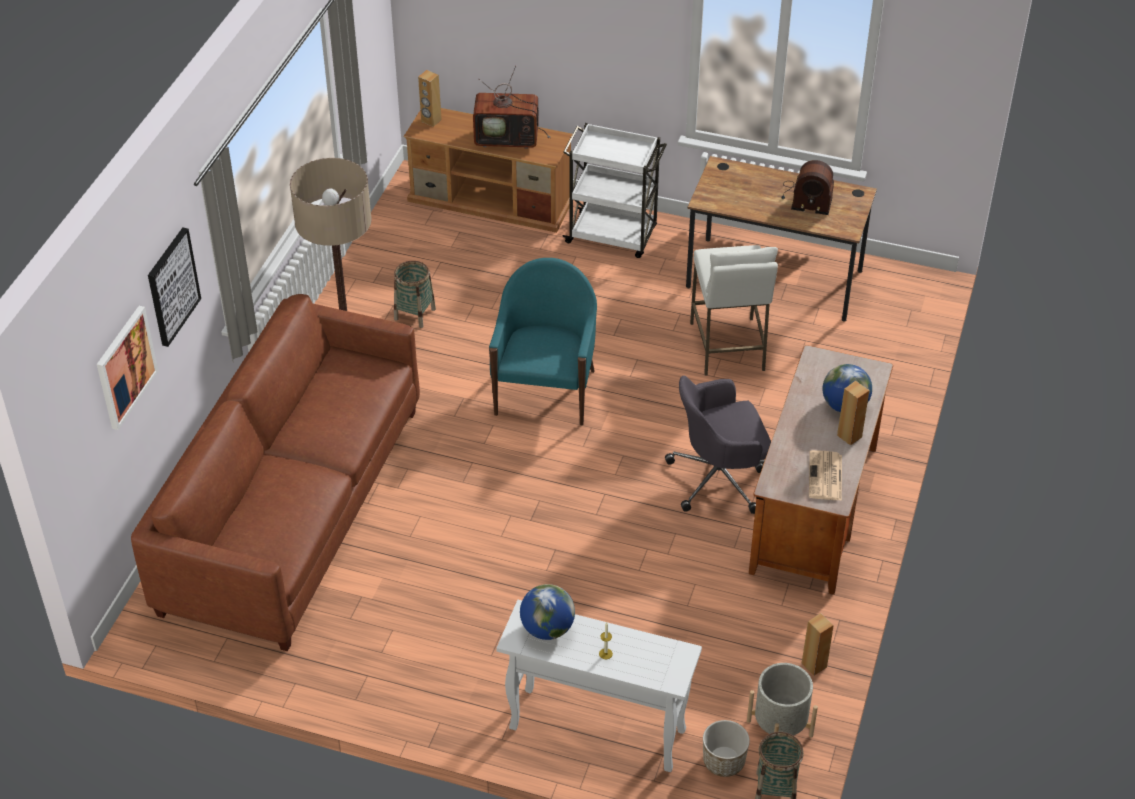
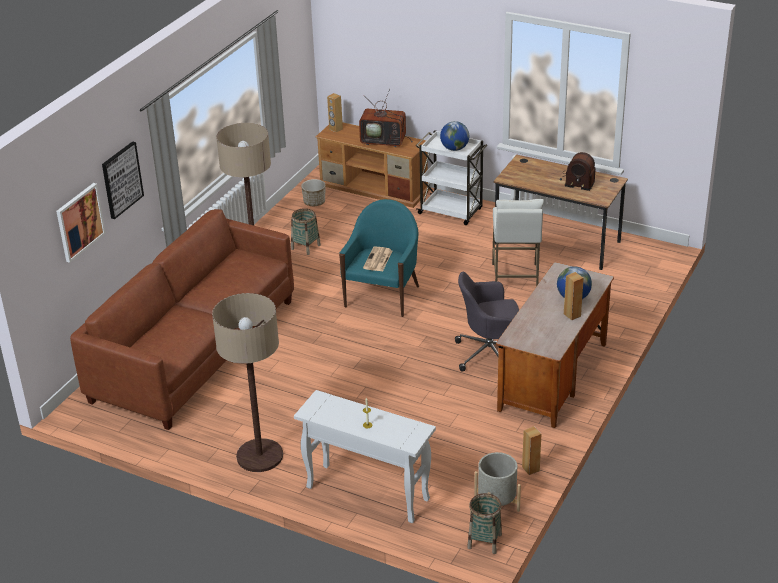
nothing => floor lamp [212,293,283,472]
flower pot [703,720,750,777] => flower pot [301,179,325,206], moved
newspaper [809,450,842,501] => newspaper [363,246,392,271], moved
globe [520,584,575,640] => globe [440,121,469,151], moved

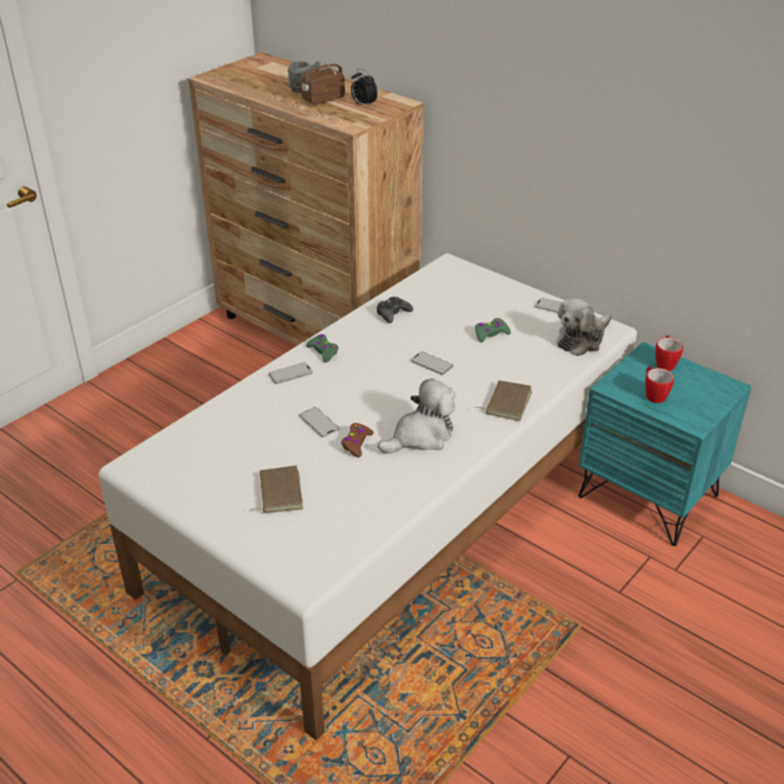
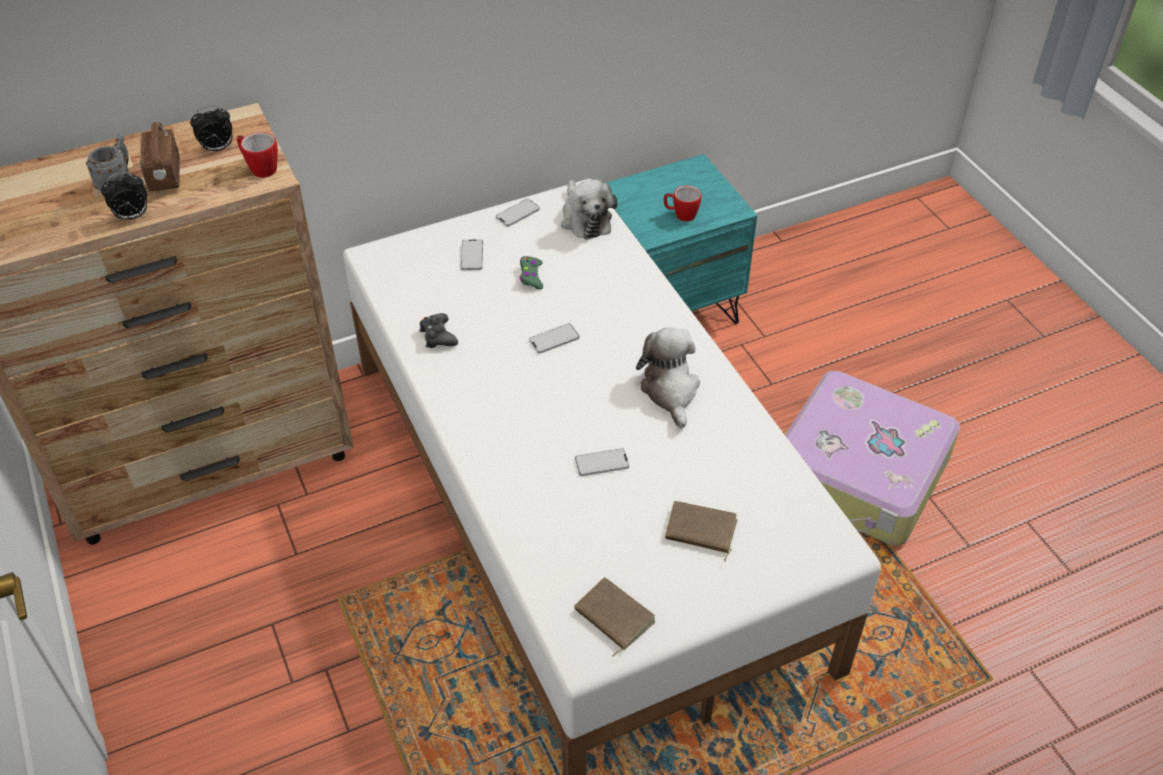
nothing => table clock [101,172,147,222]
coffee mug [655,335,683,371] => coffee mug [237,132,278,178], moved
telephone [269,362,313,384] => telephone [461,239,483,270], moved
volume in brown-coloured [475,380,532,421] => volume in brown-coloured [574,577,656,657], moved
nothing => piece of luggage [785,371,960,546]
game controller in green [306,334,338,363] => nothing
game controller in brown-coloured [341,423,374,457] => nothing

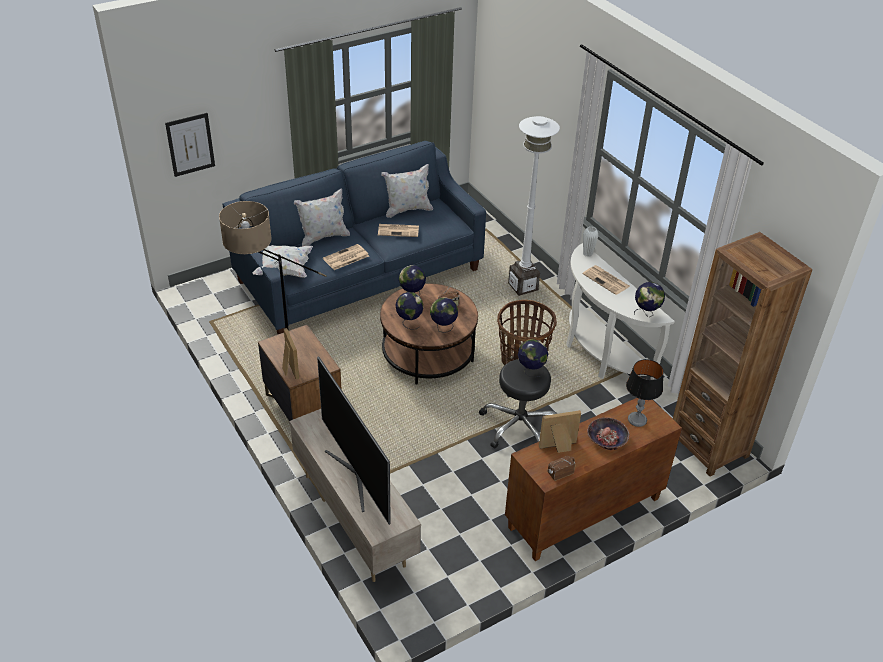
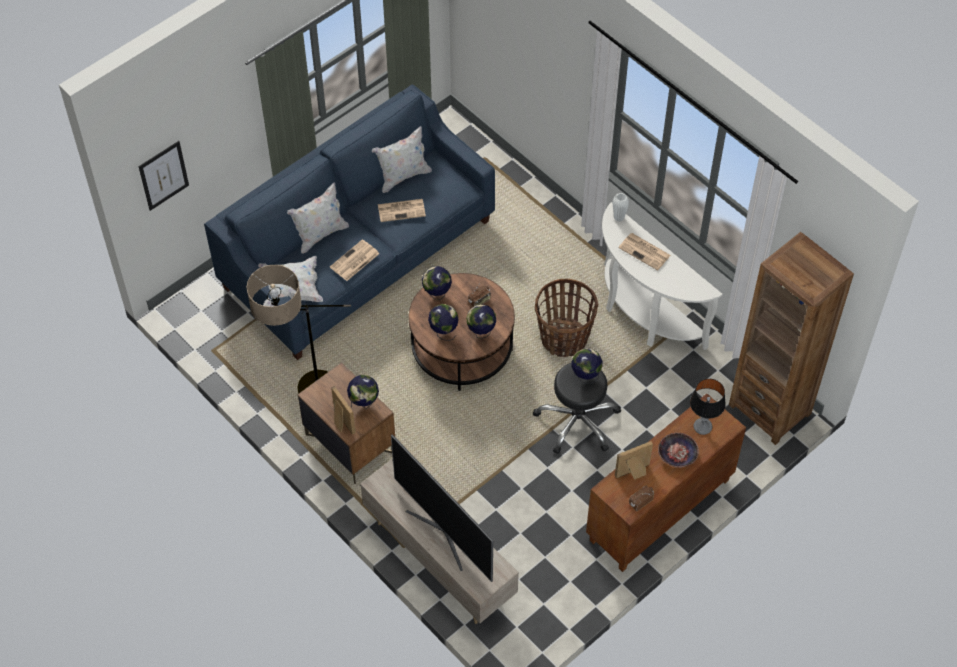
globe [634,282,665,318] => globe [347,375,379,409], moved
floor lamp in whitish [508,116,560,296] => nothing

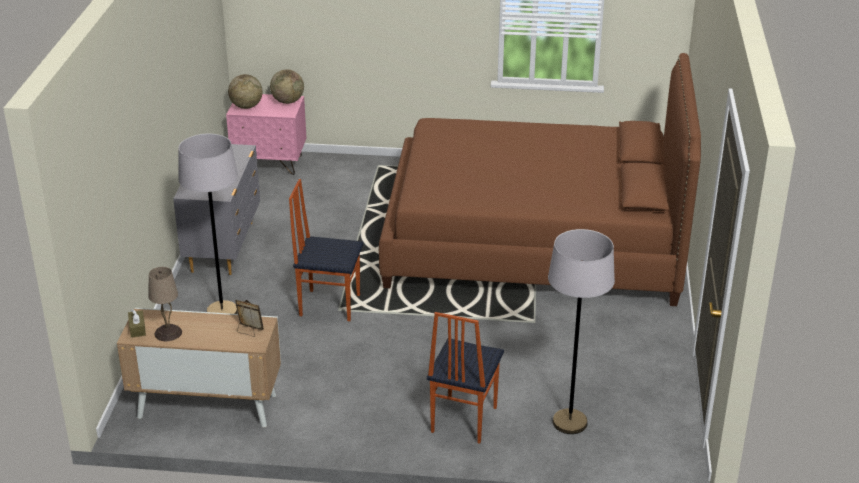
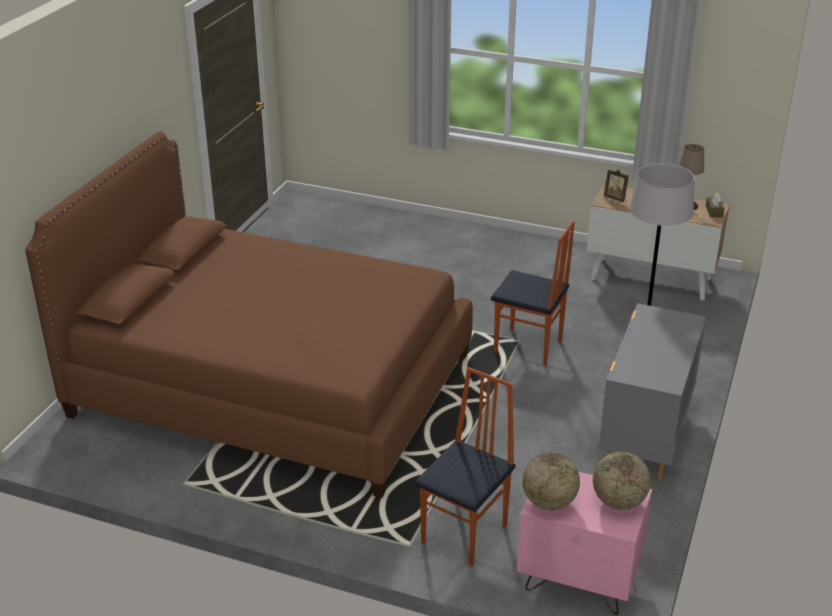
chair [427,312,504,444] => chair [414,367,515,567], moved
floor lamp in grey [548,229,615,434] => nothing

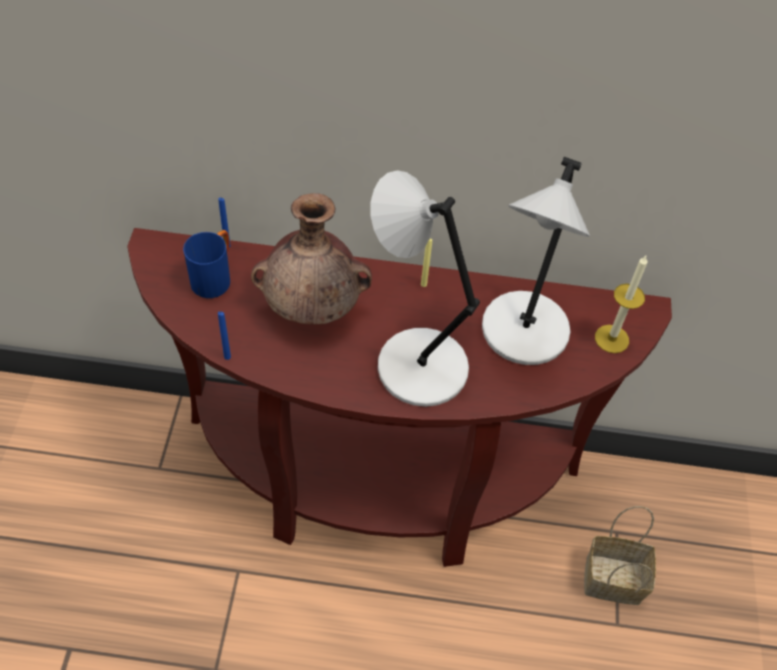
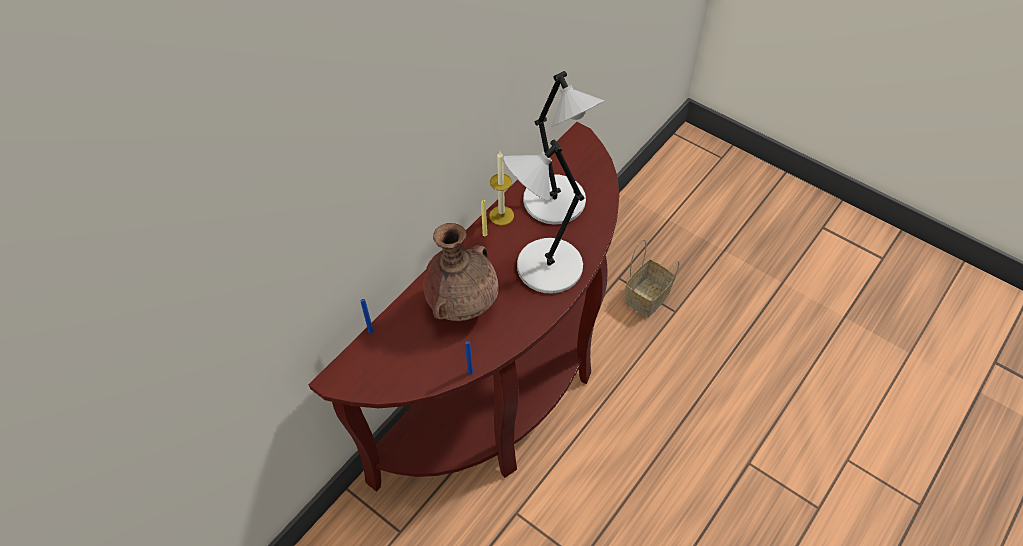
wax candle [595,256,648,353] => wax candle [489,152,514,225], moved
coffee mug in blue [183,230,230,298] => nothing

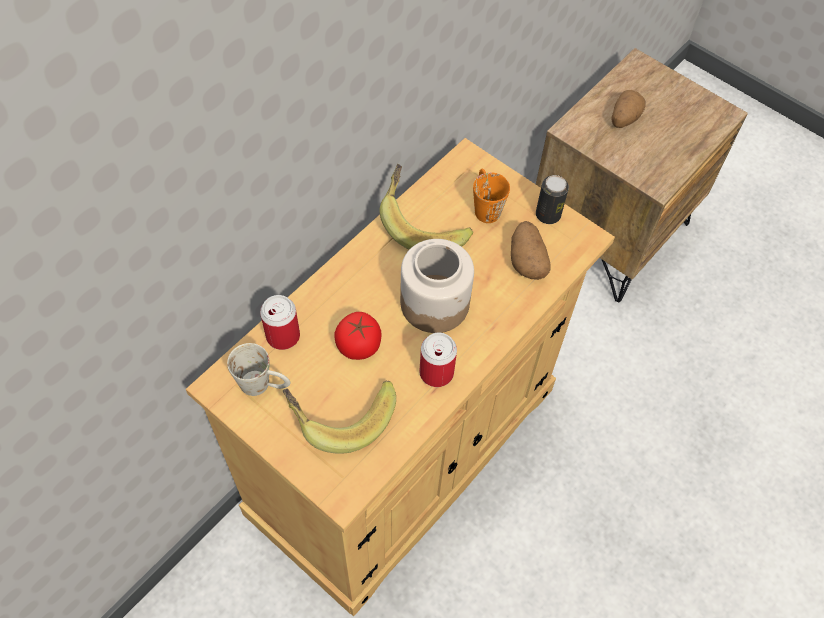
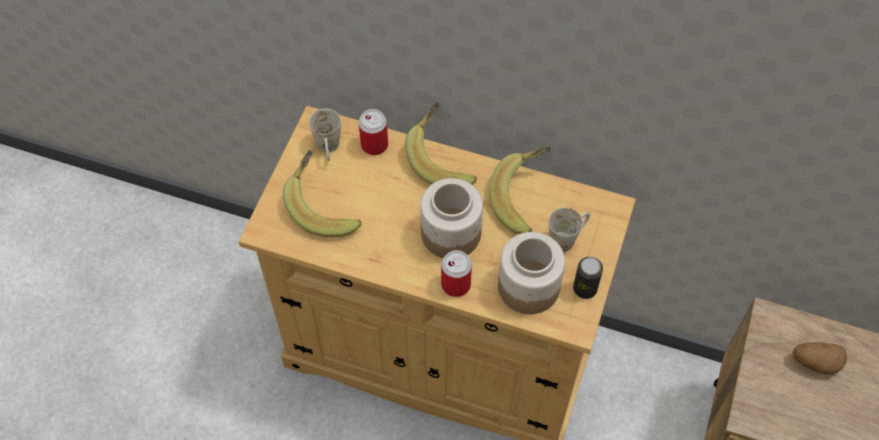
nothing => banana [405,102,477,185]
sealed can [419,333,457,387] => sealed can [441,250,472,297], moved
potato [511,221,551,280] => jar [498,232,565,314]
coffee mug in orangey [473,169,510,223] => coffee mug in whitish [549,207,590,252]
tomato [334,312,382,360] => nothing

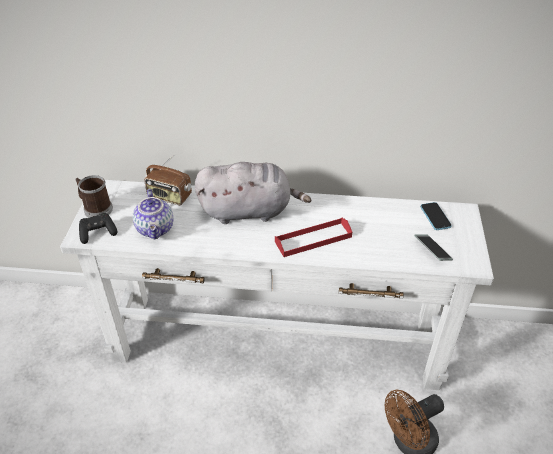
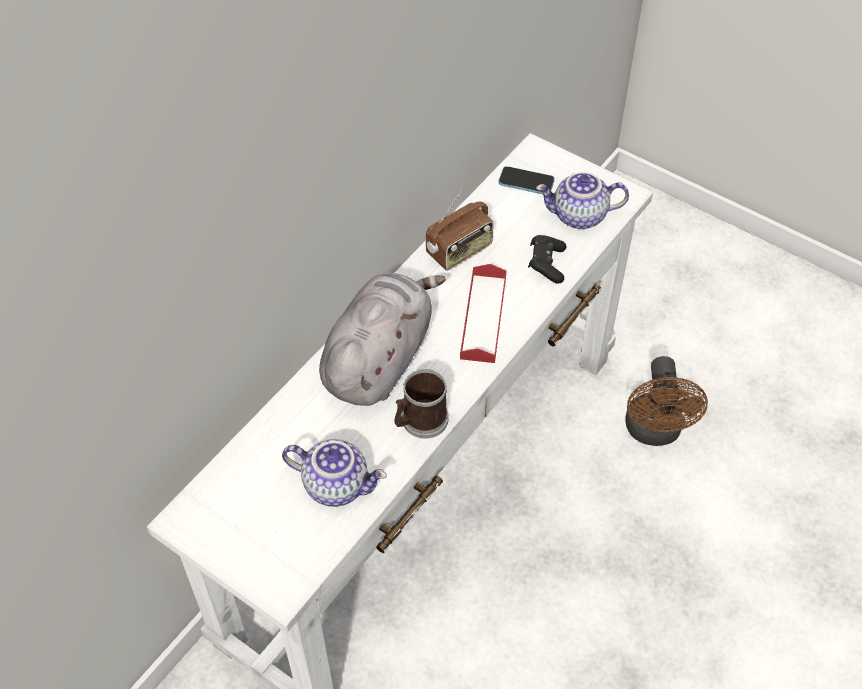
coffee mug [75,175,113,218] => coffee mug [394,369,449,439], moved
radio receiver [144,155,192,205] => radio receiver [426,188,494,271], moved
game controller in blackish [79,213,118,244] => game controller in blackish [528,235,566,284], moved
telephone [414,234,453,261] => pot for tea [536,172,629,229]

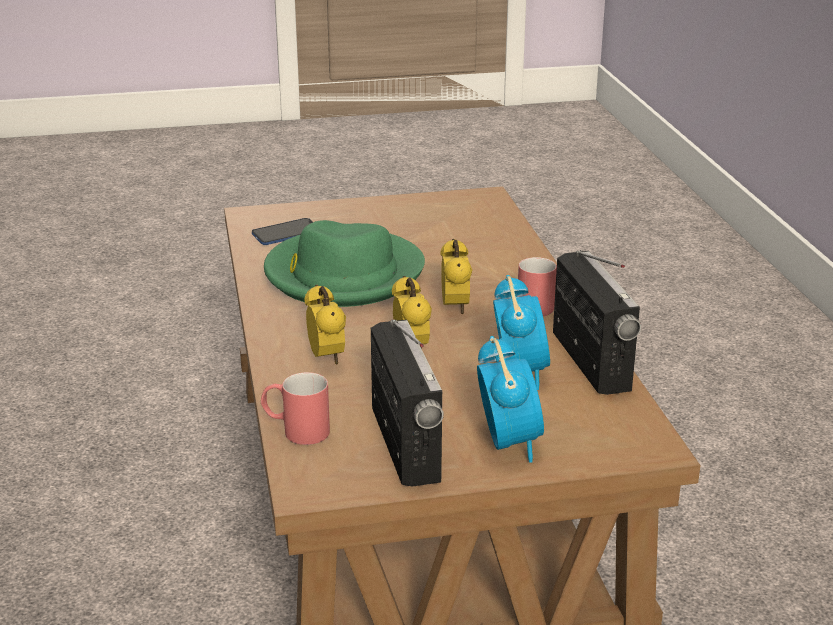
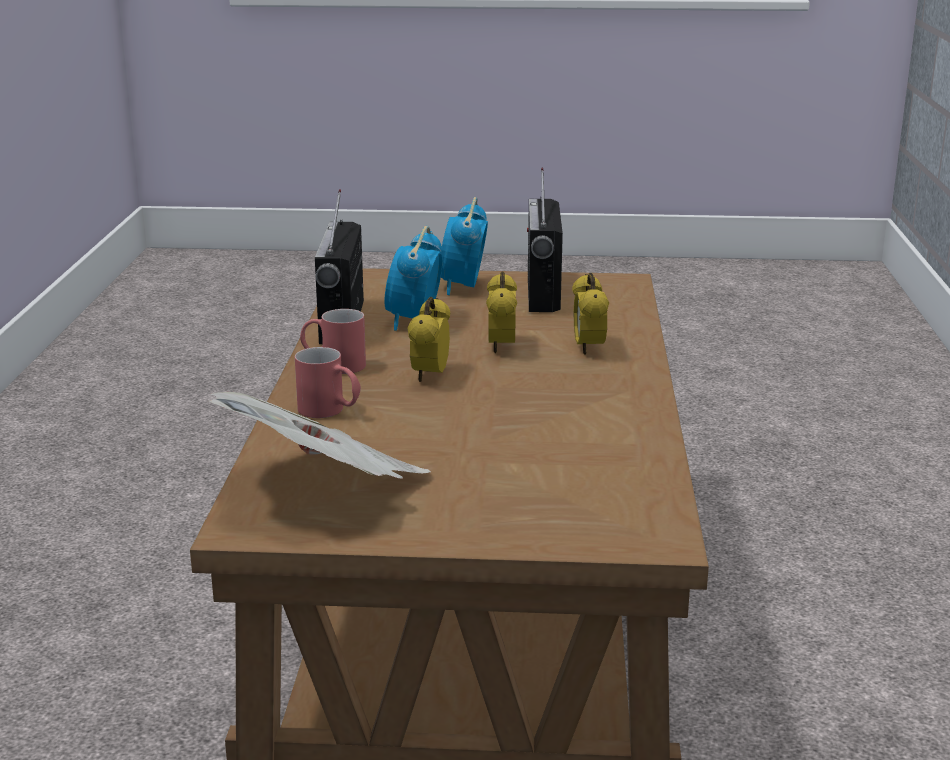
nothing => newspaper [208,392,431,479]
coffee mug in reddish [261,372,330,445] => coffee mug in reddish [295,347,361,418], moved
telephone [252,218,313,245] => nothing
wearable hat in green [264,220,425,307] => nothing

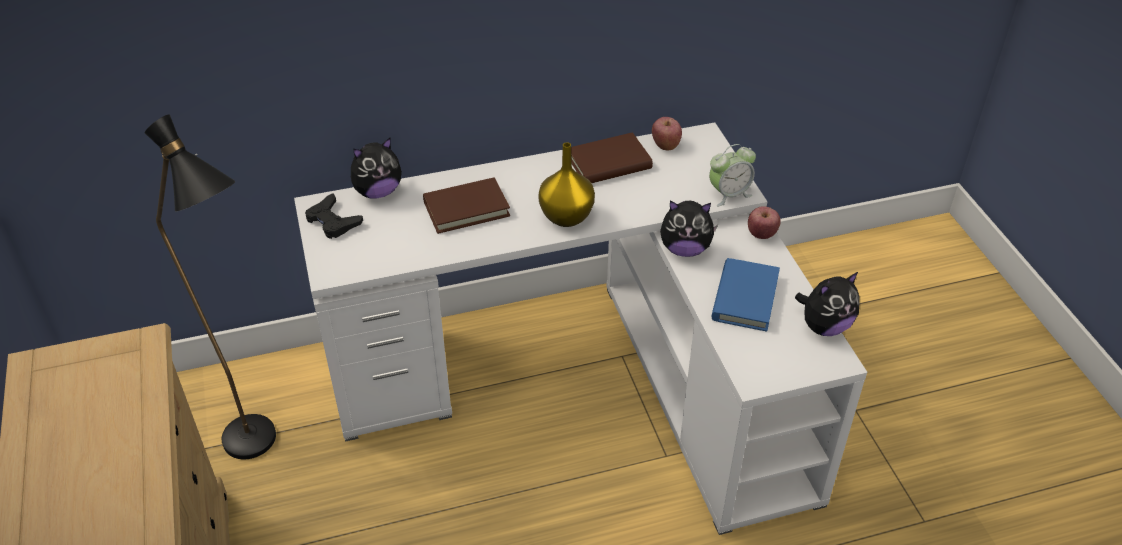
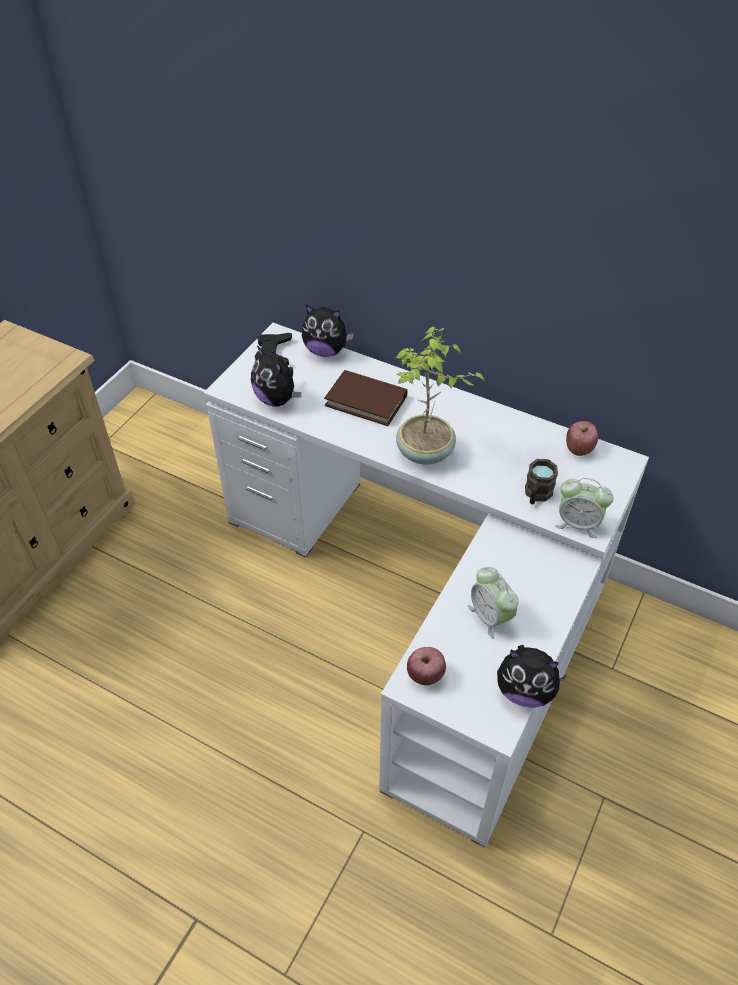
plush toy [660,201,718,257] => plush toy [251,345,301,406], moved
vase in yellow-coloured [538,142,595,227] => plant in a pot [395,327,486,465]
whole apple [748,206,781,239] => whole apple [407,647,446,685], moved
volume in blue [712,258,780,331] => table clock [468,567,519,639]
nothing => coffee mug in brown-coloured [525,459,558,504]
floor lamp in blackish [145,114,276,459] => nothing
volume in brown-coloured [571,132,653,183] => nothing

